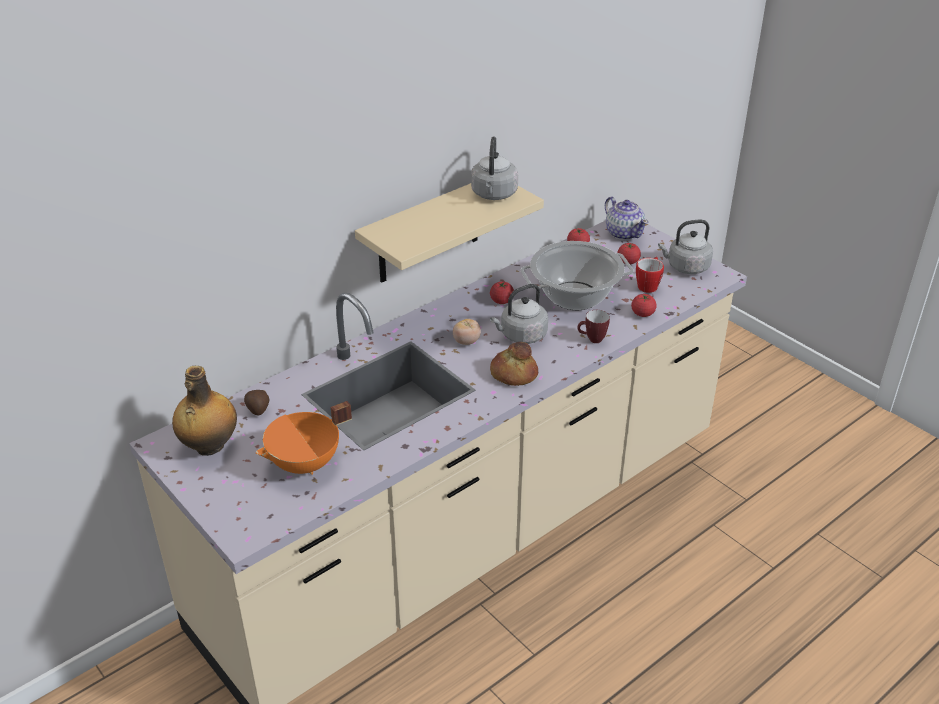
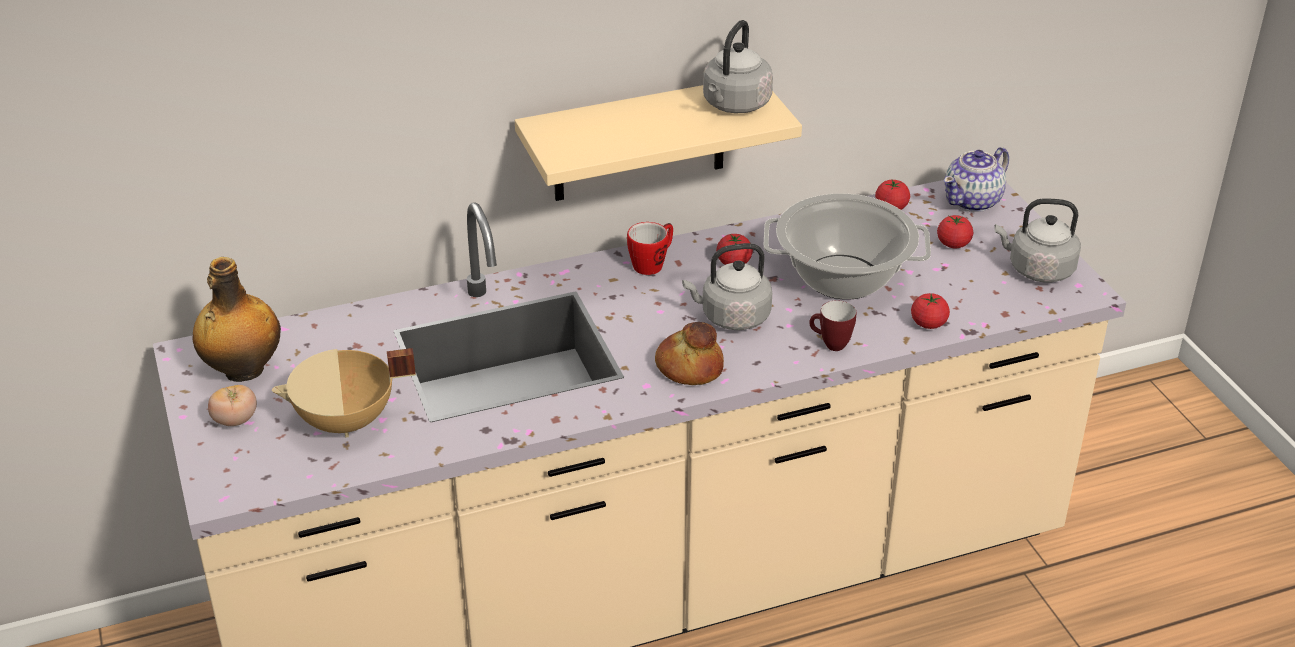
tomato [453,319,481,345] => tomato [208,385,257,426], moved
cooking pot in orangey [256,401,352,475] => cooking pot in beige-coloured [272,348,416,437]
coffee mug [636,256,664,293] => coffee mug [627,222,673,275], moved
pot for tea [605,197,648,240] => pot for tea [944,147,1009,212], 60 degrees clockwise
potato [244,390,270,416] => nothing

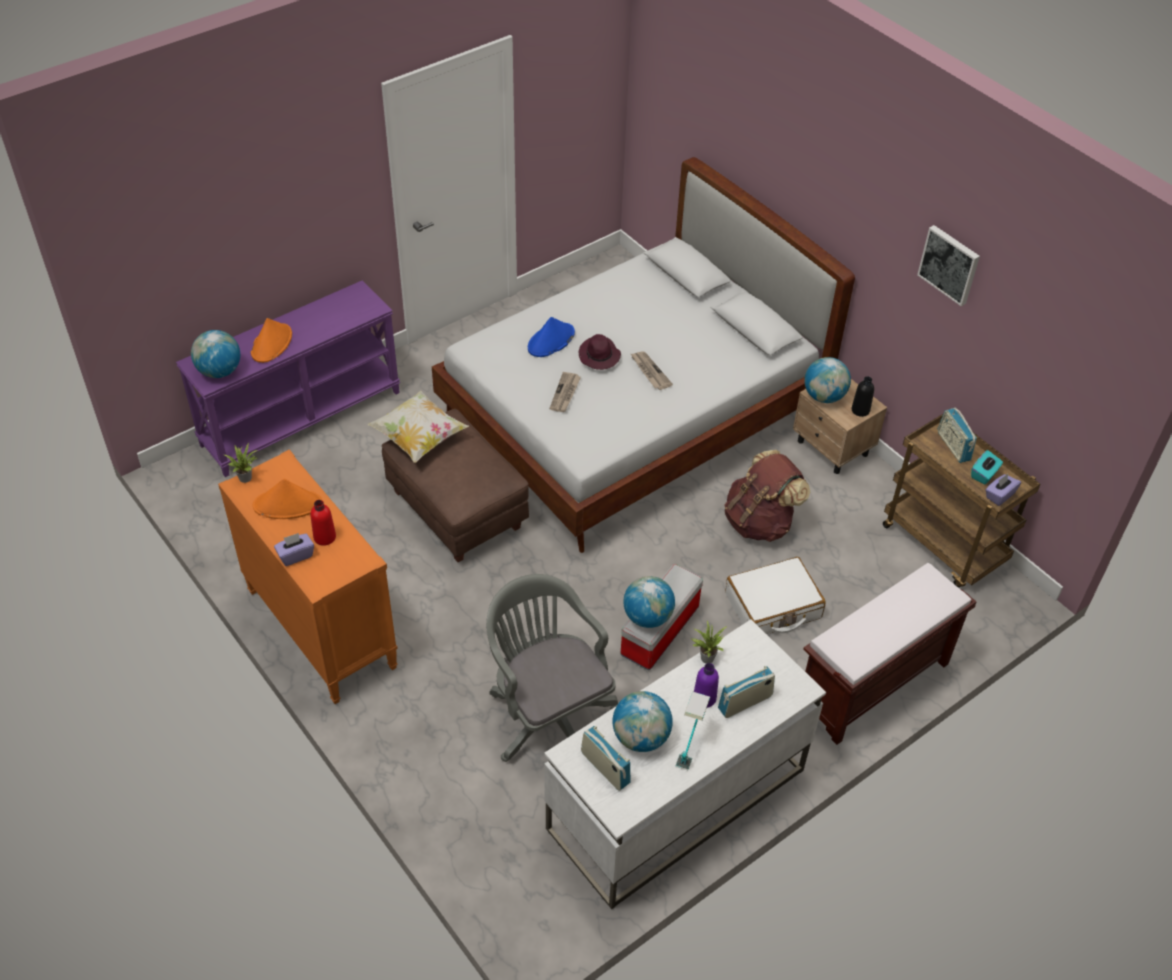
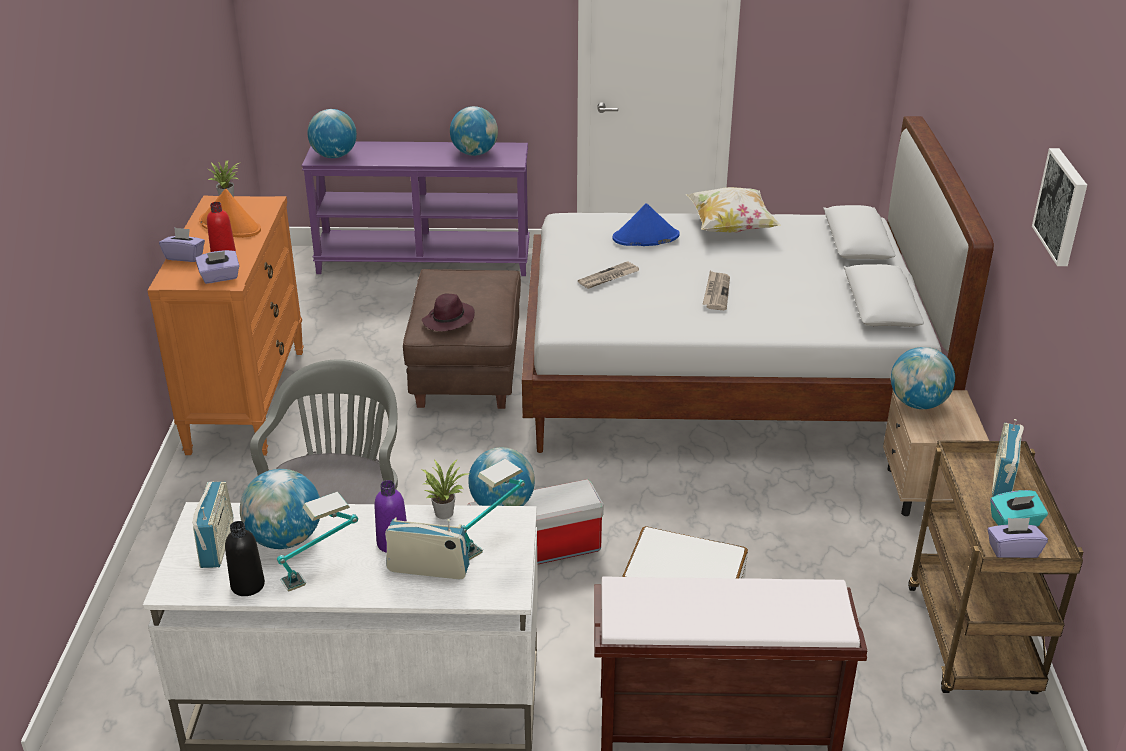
nothing => box of tissues in purplish [195,250,239,284]
bottle in blackish [852,376,874,417] => bottle in blackish [225,521,265,596], moved
wearable hat in purplish [578,334,621,370] => wearable hat in purplish [422,294,475,331], moved
nothing => globe [450,106,498,156]
nothing => tabletop lamp [462,459,525,560]
cushion [367,390,469,463] => cushion [686,187,781,233], moved
wearable hat in orangey [251,318,292,363] => nothing
rucksack in brown-coloured [724,450,810,542] => nothing

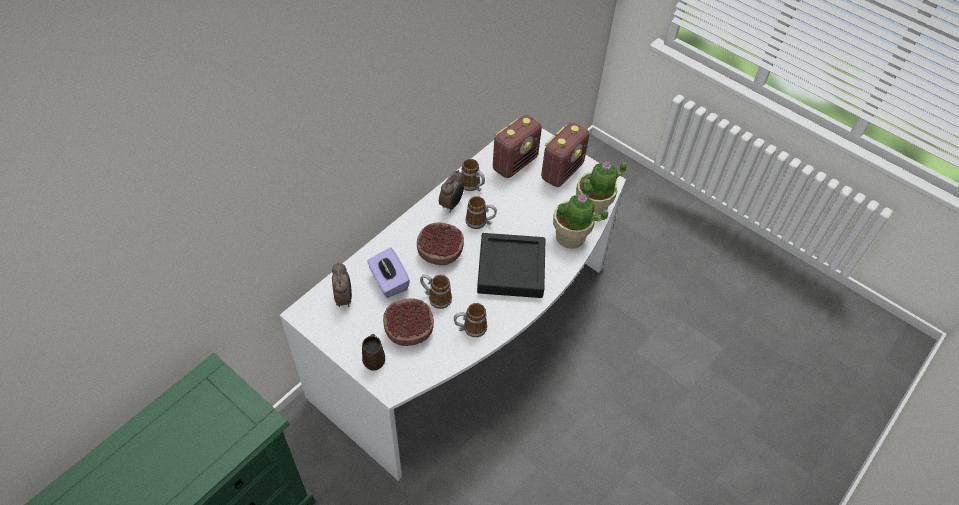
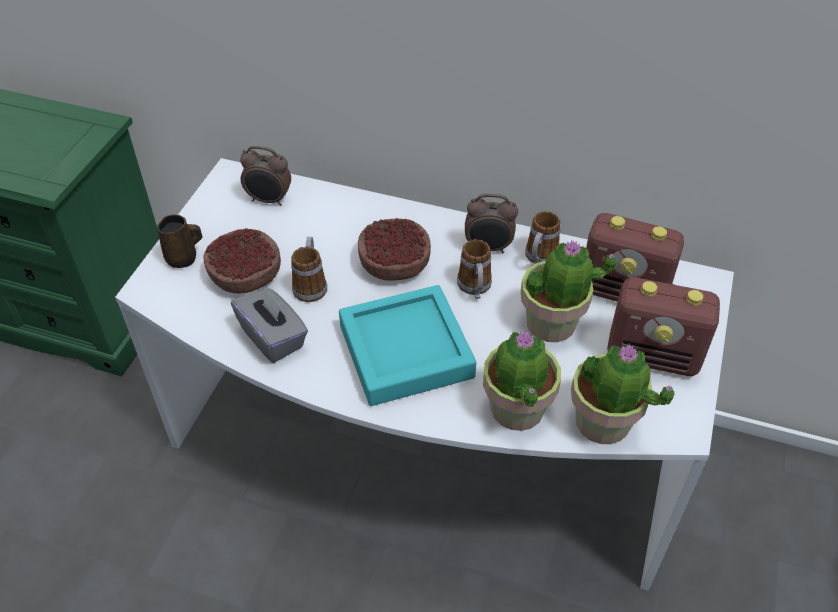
coffee mug [454,303,487,337] => box of tissues in grey [231,287,308,363]
table clock [332,262,352,307] => table clock [240,146,291,206], 45 degrees clockwise
serving tray in blackish [477,233,546,298] => serving tray in blue-green [339,285,476,406]
nothing => plant in a pot [521,240,617,342]
box of tissues in purplish [367,248,410,298] => nothing

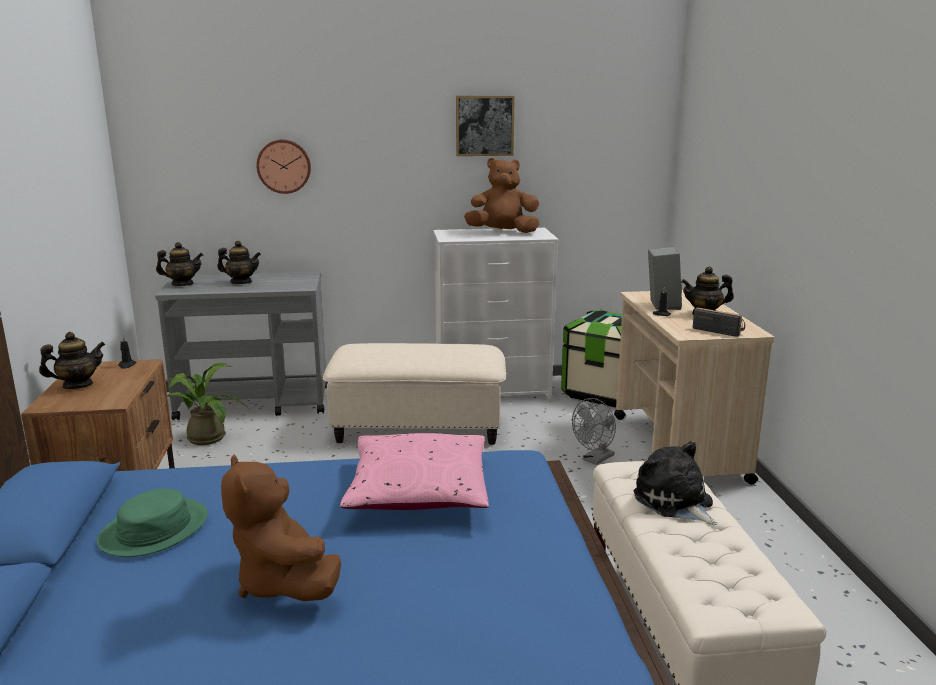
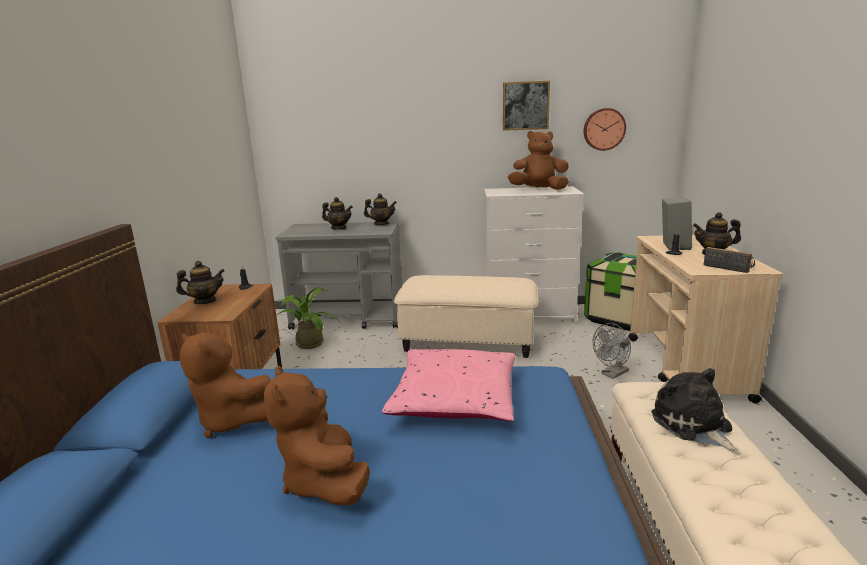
wearable hat in green [97,488,208,557] => plush toy in brown-coloured [180,333,271,438]
pot for tea [156,242,203,286] => pot for tea [364,193,397,225], moved
clock on the wall [256,139,311,194] => clock on the wall [584,108,626,151], moved

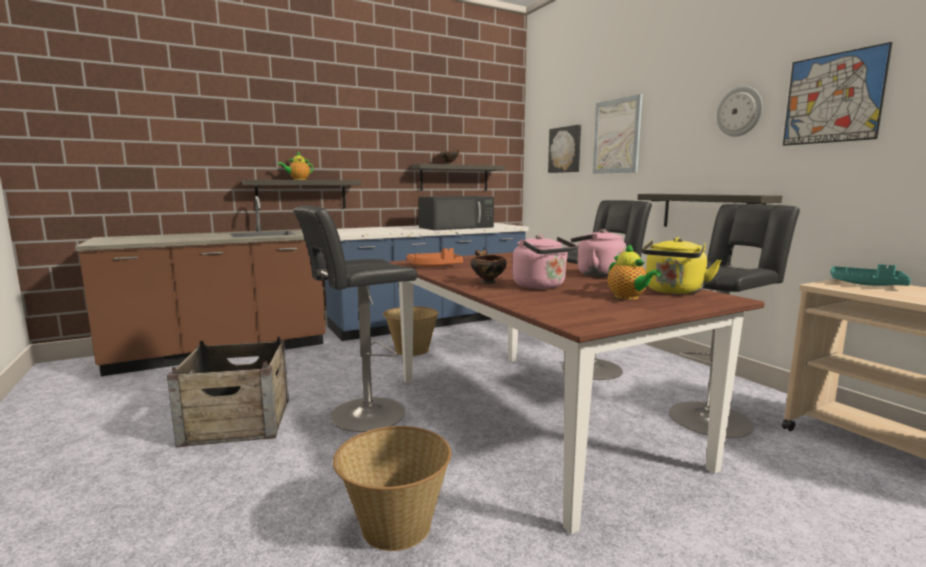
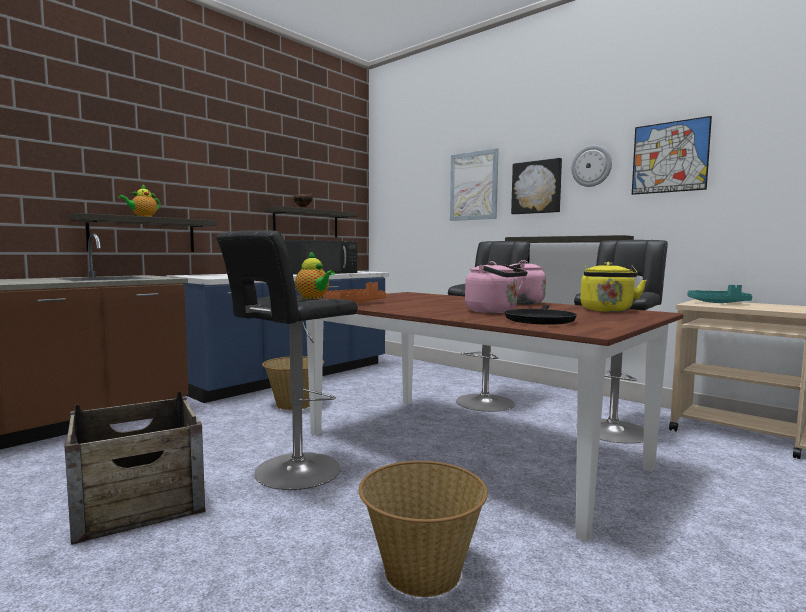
pot for tea [608,243,661,300] => pot for tea [295,251,335,299], moved
nothing => pan in blackish [505,305,577,325]
wall art [548,125,581,173] => wall art [511,158,562,214], moved
serving bowl [471,249,507,284] => nothing

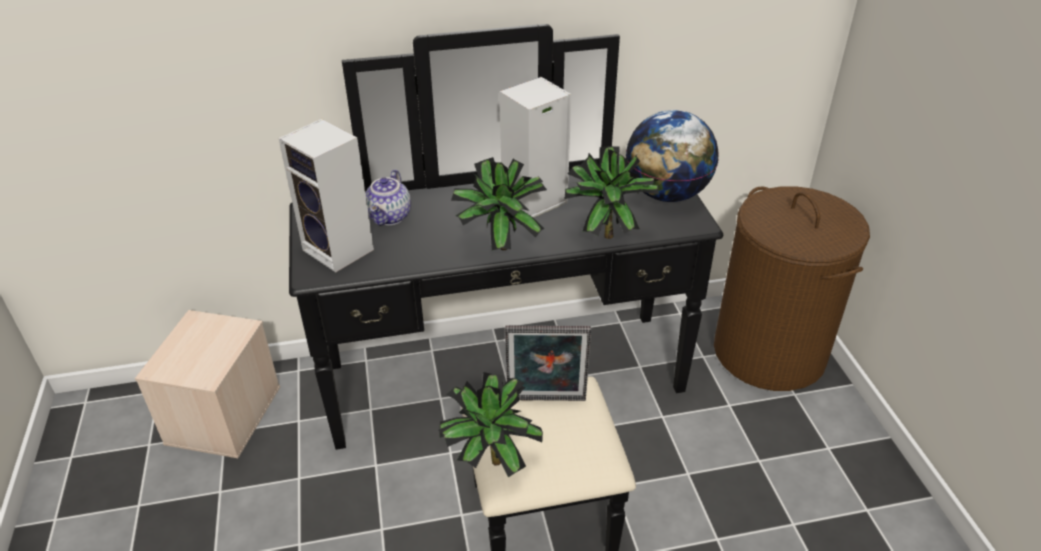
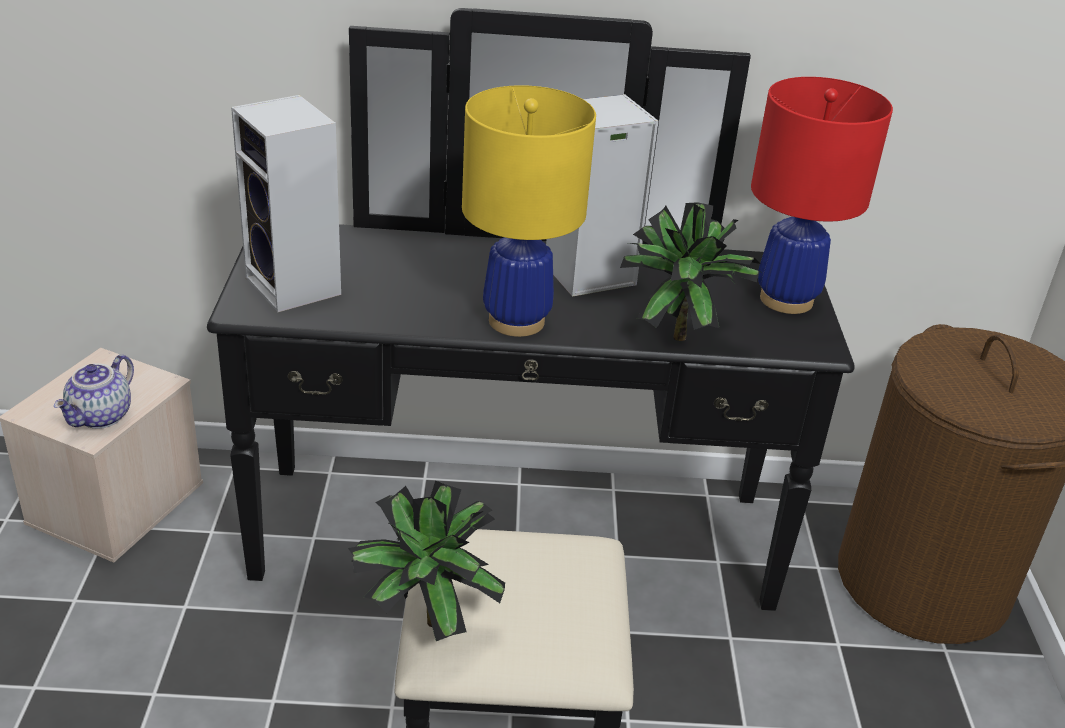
pot for tea [365,169,411,226] => pot for tea [54,354,134,429], moved
plant in a pot [451,157,547,251] => tabletop lamp in yellow-coloured [462,85,596,337]
globe [626,110,719,202] => tabletop lamp in reddish [751,77,893,314]
picture frame [505,325,591,401] => nothing

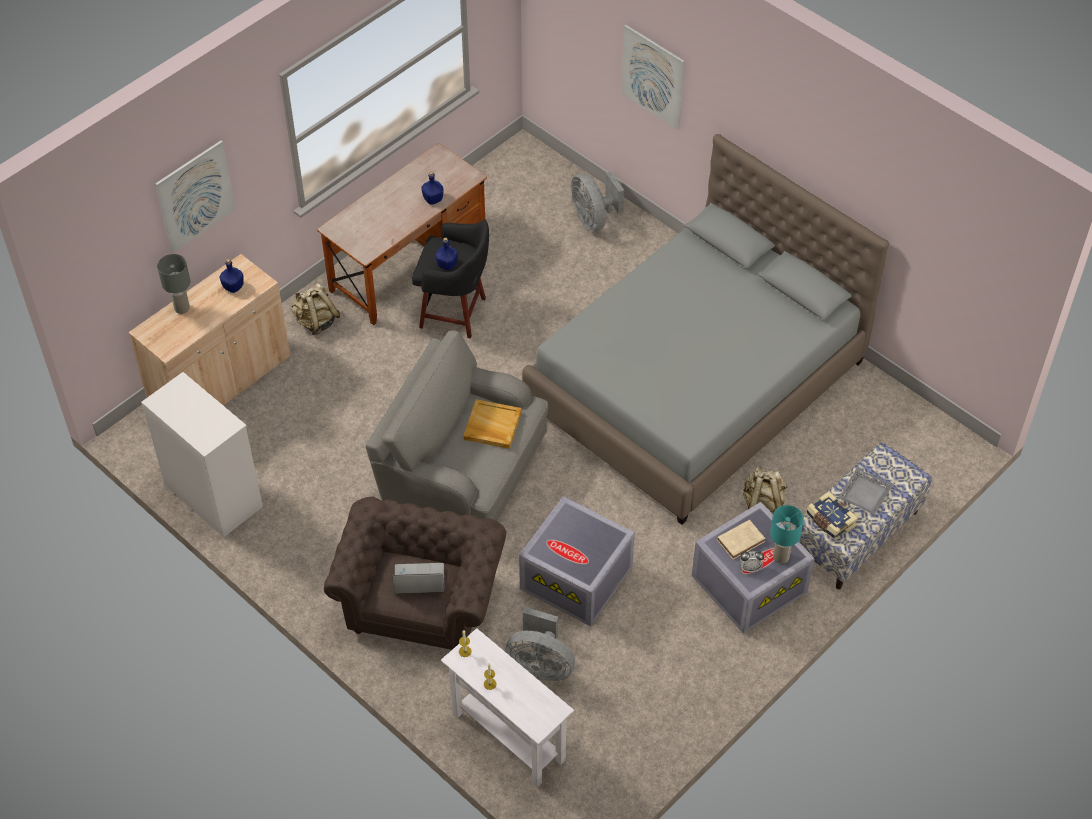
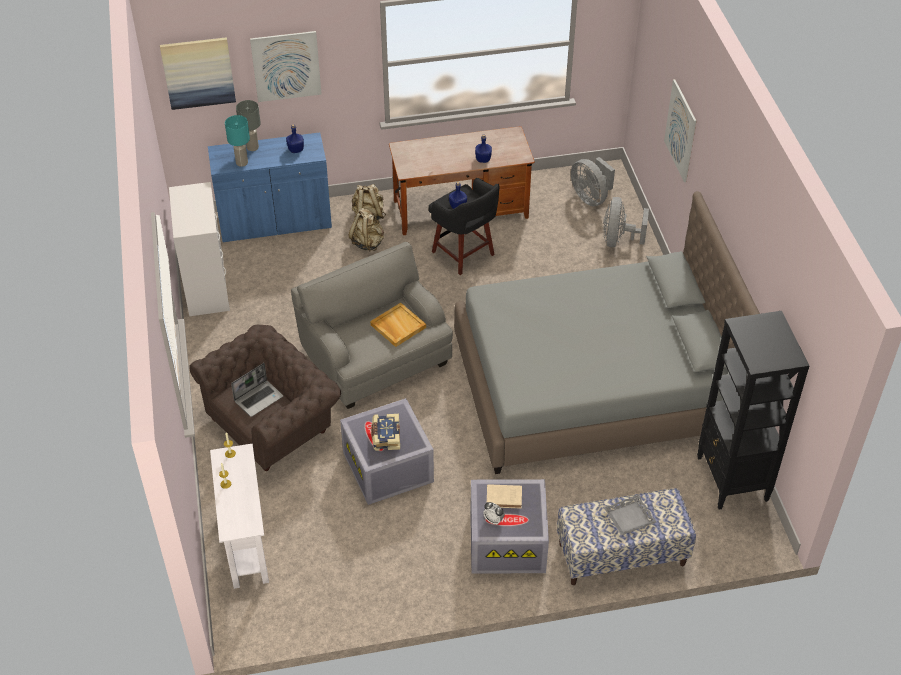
nothing => wall art [160,37,236,110]
storage cabinet in beige-coloured [128,254,290,406] => storage cabinet in blue [208,132,332,242]
tabletop lamp in blue-green [770,505,804,564] => tabletop lamp in blue-green [225,115,250,167], moved
laptop [392,563,444,594] => laptop [231,363,283,417], 105 degrees clockwise
rucksack in beige-coloured [743,466,787,514] => rucksack in beige-coloured [349,208,384,252], moved
volume [806,491,858,541] => volume [371,414,400,451], moved
electric fan in grey [505,607,575,681] => electric fan in grey [571,157,615,206], moved
nothing => bookshelf in blackish [697,311,810,509]

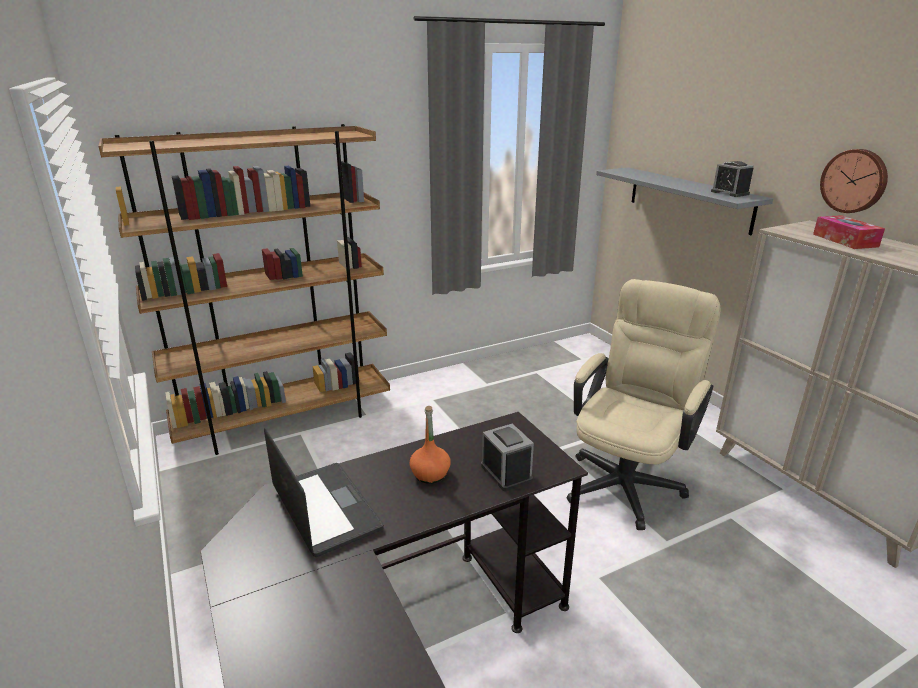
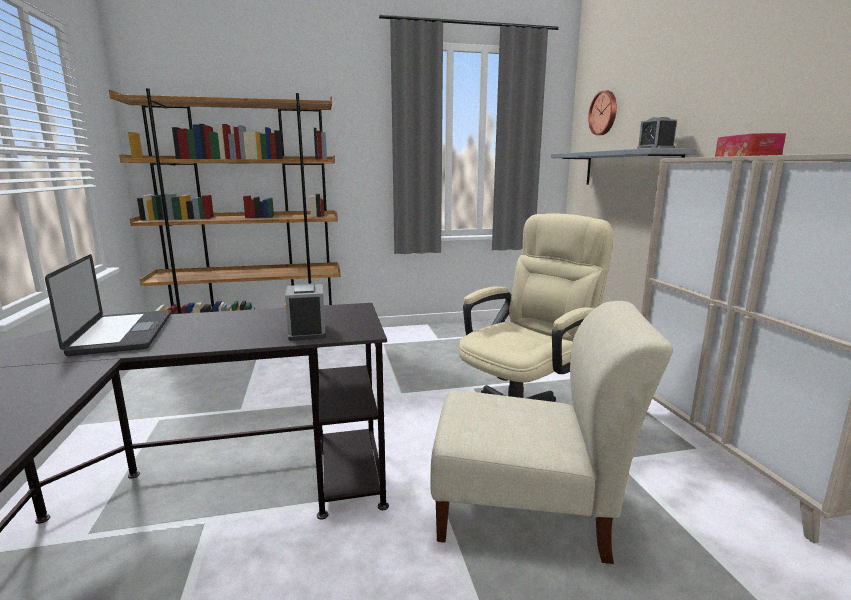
nothing => chair in beige-coloured [430,301,673,564]
clock on the wall [820,149,888,213] => clock on the wall [588,90,617,135], moved
bottle in orangey [410,406,451,484] => nothing

